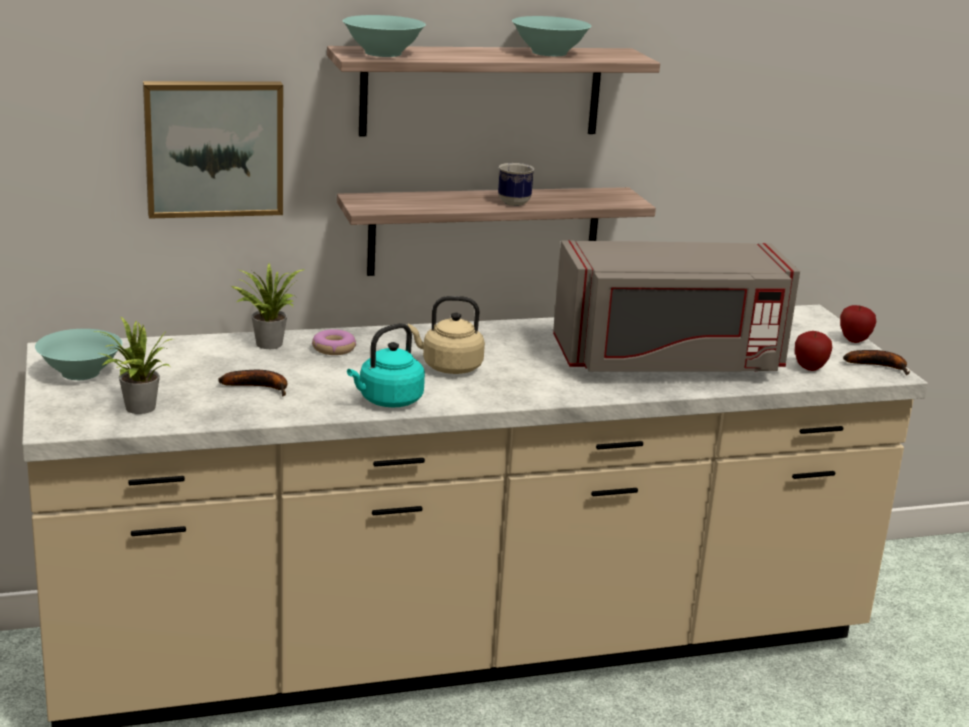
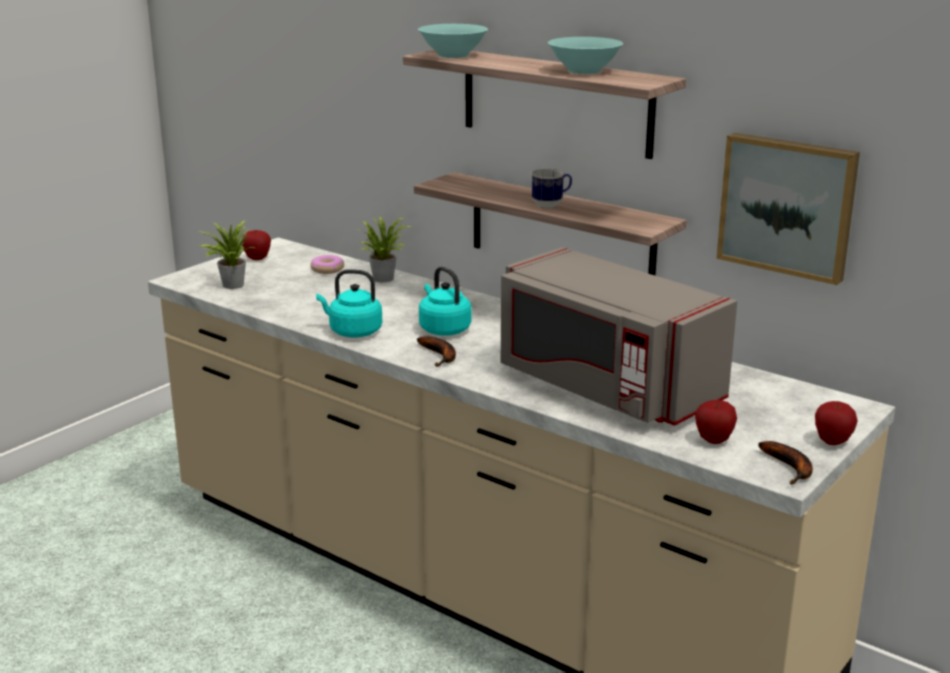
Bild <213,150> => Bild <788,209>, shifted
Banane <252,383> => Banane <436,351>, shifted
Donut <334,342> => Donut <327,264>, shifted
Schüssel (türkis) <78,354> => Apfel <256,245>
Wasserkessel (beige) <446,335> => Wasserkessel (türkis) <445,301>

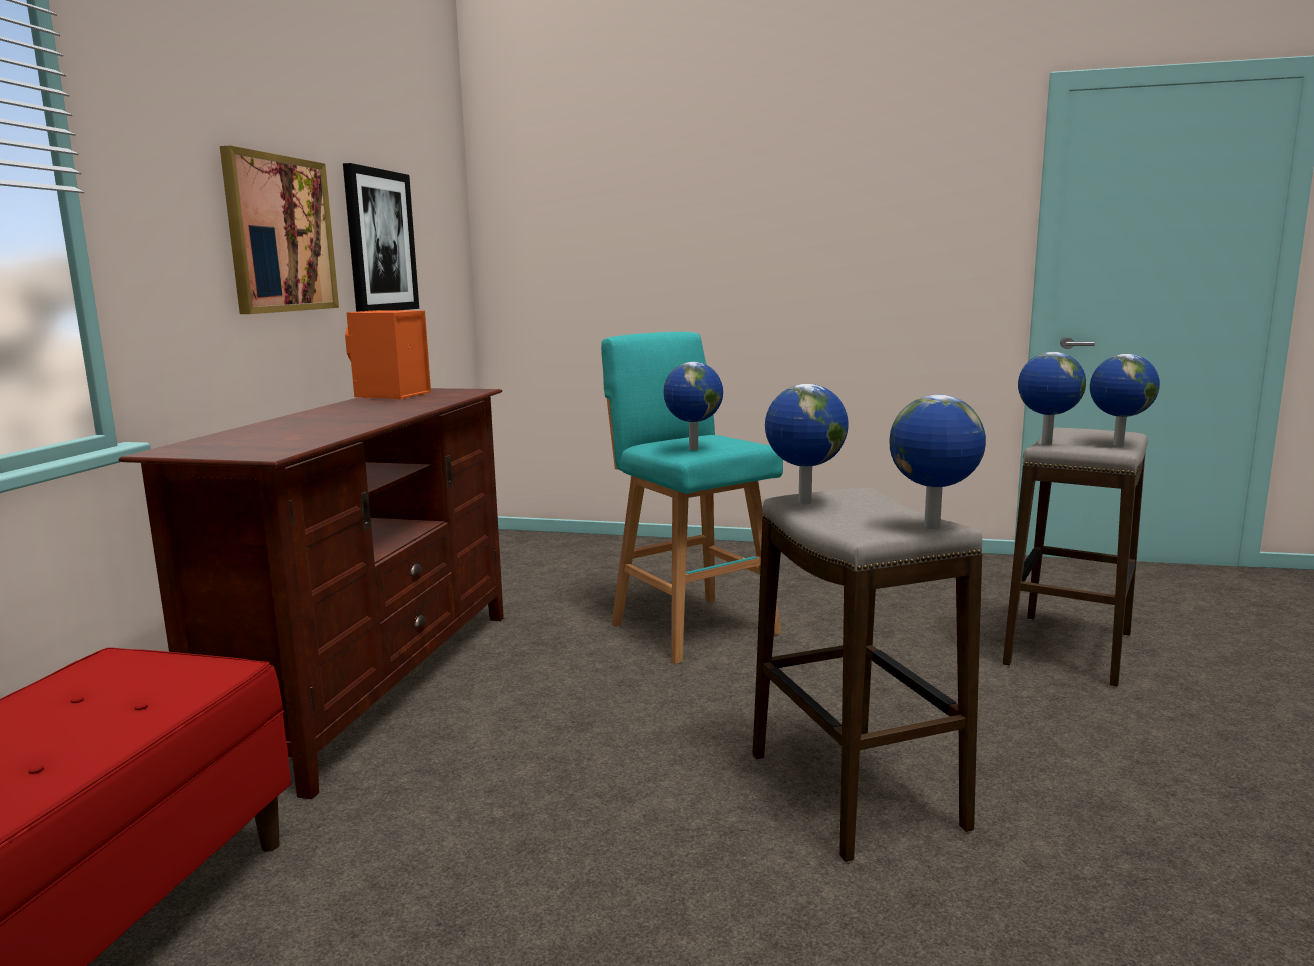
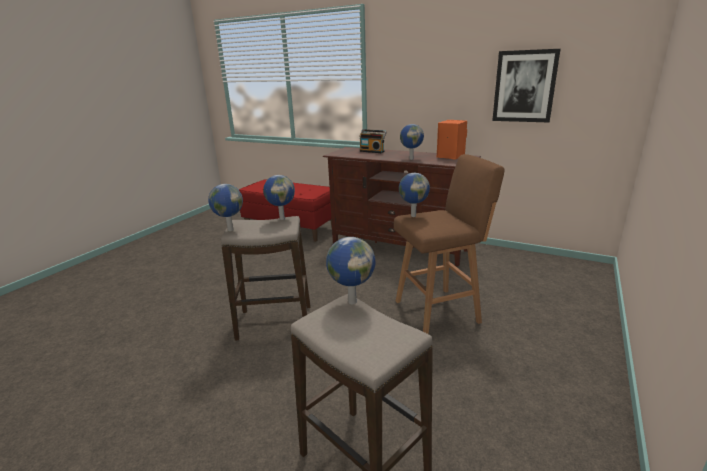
Bild <279,230> => nothing
nothing => Radio <373,141>
Globus <1125,400> => Globus <412,142>, shifted
Hocker (türkis) <692,498> => Hocker (braun) <449,244>

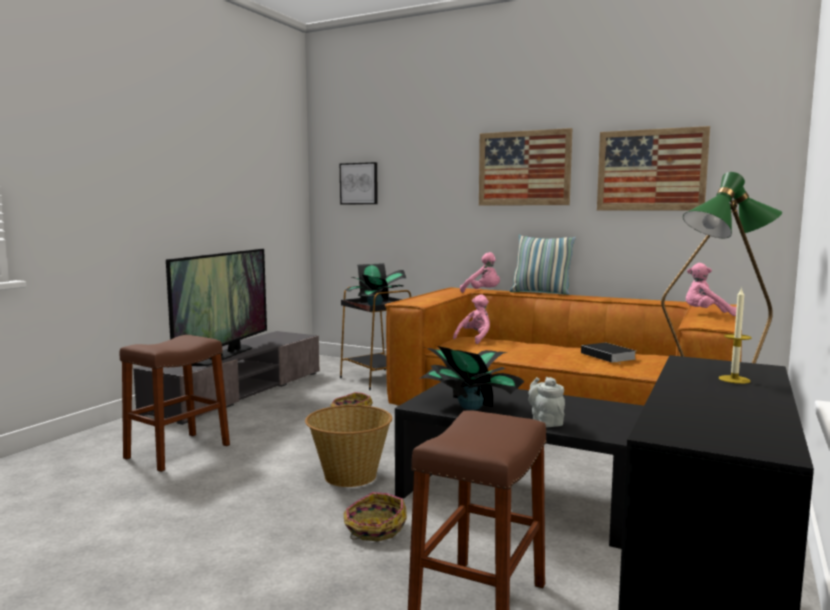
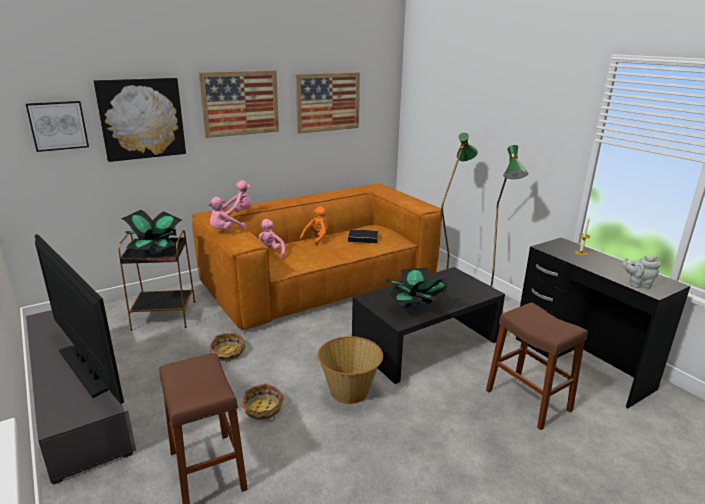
Kissen <543,265> => nothing
nothing => Bild <139,120>
nothing => Plüschtier (orange) <314,225>
Korb <375,516> => Korb <262,402>, shifted
Teekanne (grau) <547,402> => Teekanne (grau) <641,272>, shifted
Plüschtier (rosa) <711,289> => Plüschtier (rosa) <227,213>, shifted

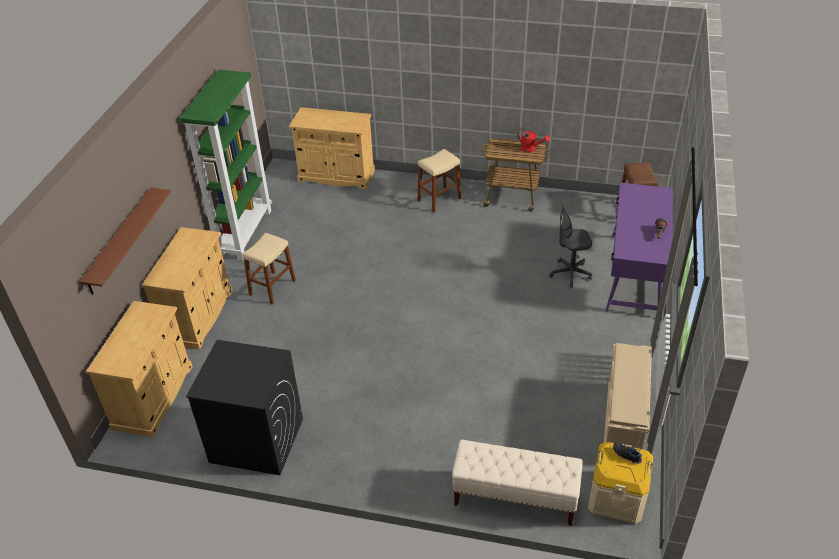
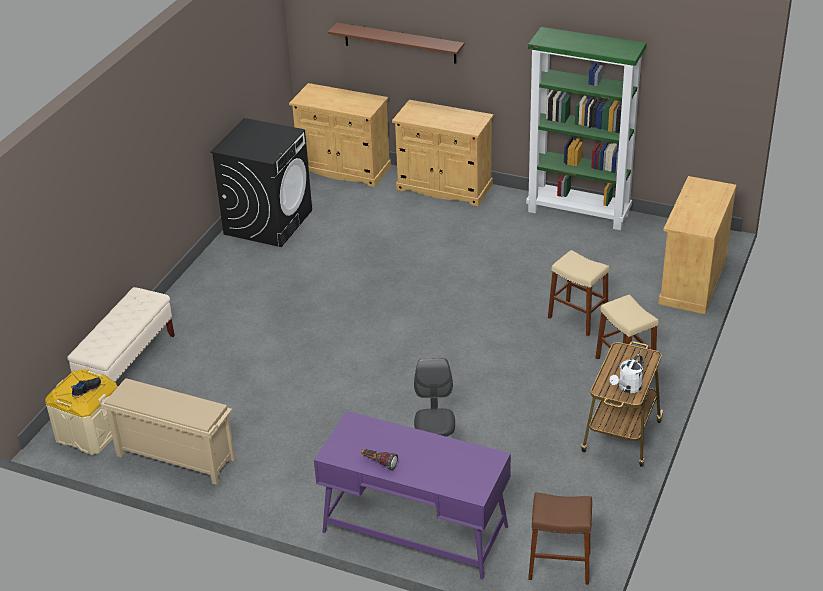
Hocker (beige) <269,268> => Hocker (beige) <578,293>, shifted
Gießkanne (rot) <533,140> => Gießkanne (weiß) <626,373>

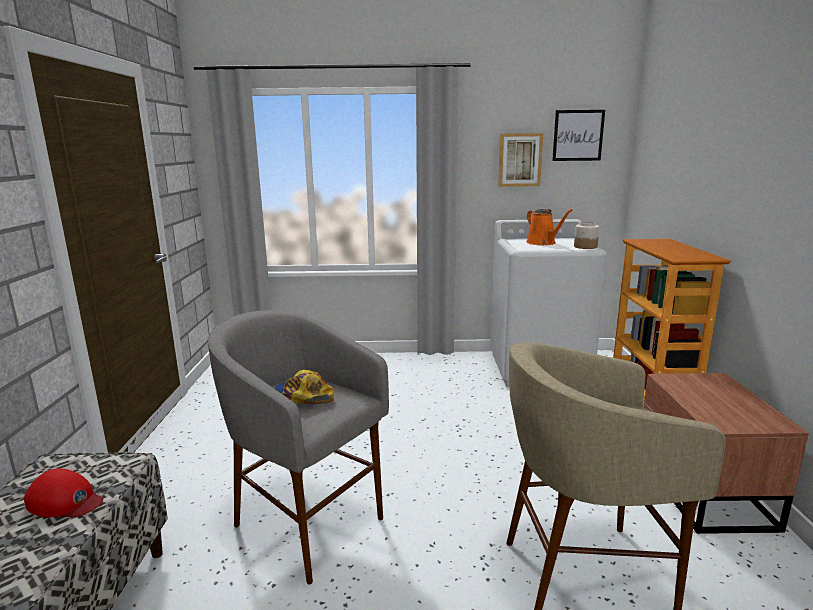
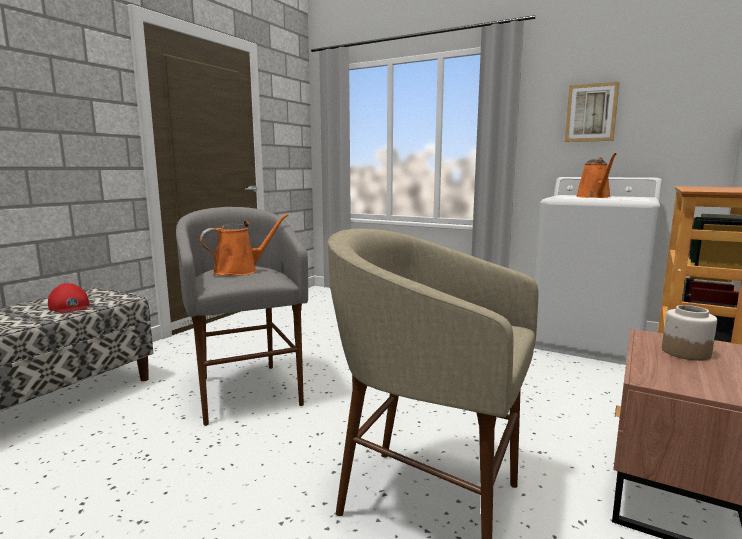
Bild <578,135> => nothing
Vorratsglas <586,235> => Vorratsglas <689,333>, shifted
Kappe <304,387> => Gießkanne (orange) <244,245>

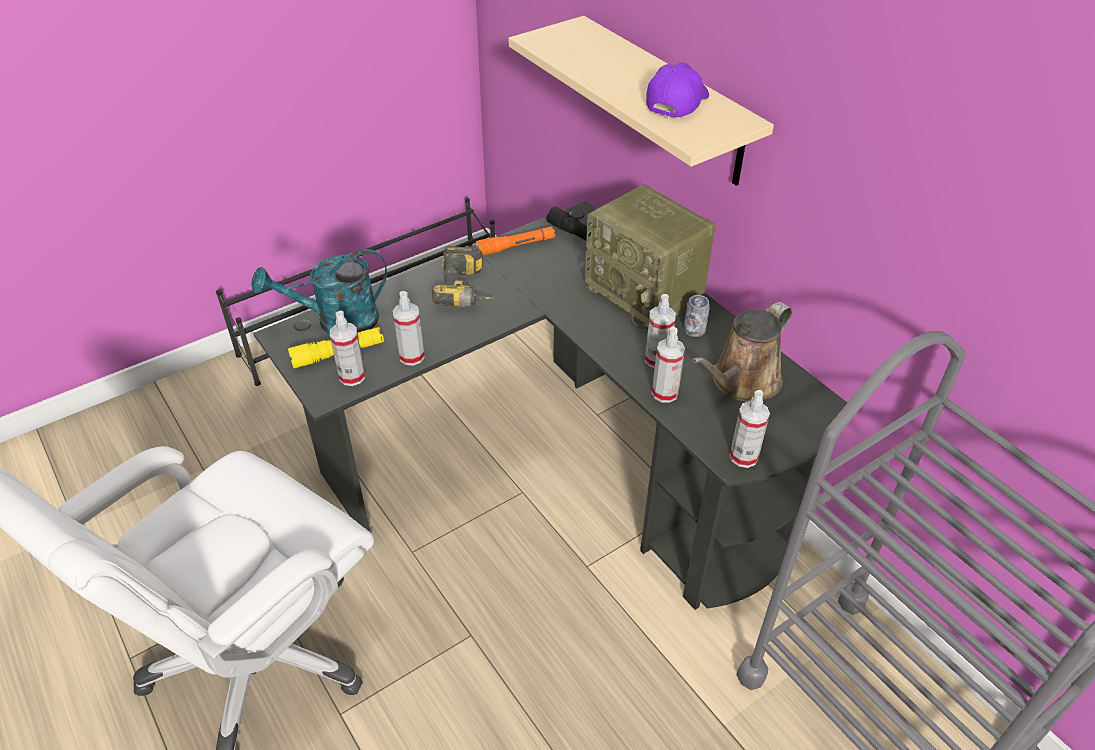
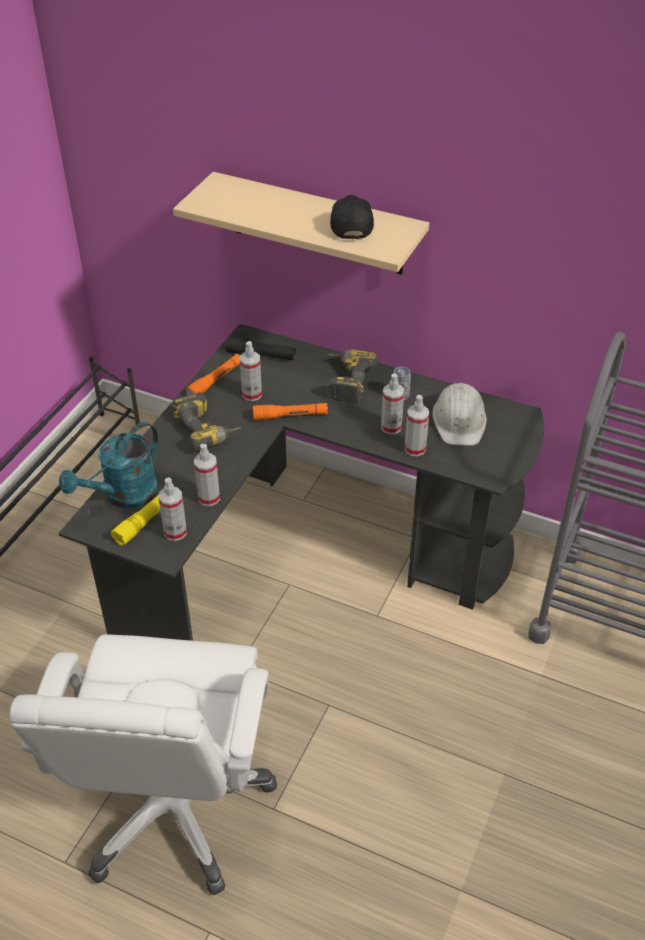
nothing => Taschenlampe (orange) <290,411>
Sprühflasche <750,429> => Sprühflasche <251,371>, shifted
Radio <650,257> => Bohrmaschine <352,376>
Gießkanne (braun) <742,352> => Schutzhelm (weiß) <459,414>
Kappe (lila) <677,89> => Kappe (schwarz) <352,217>

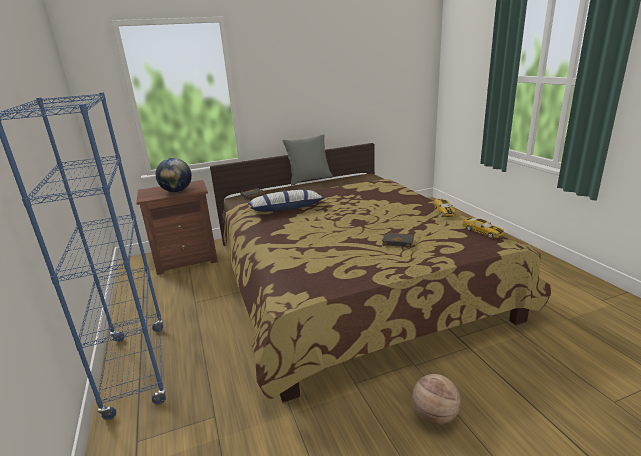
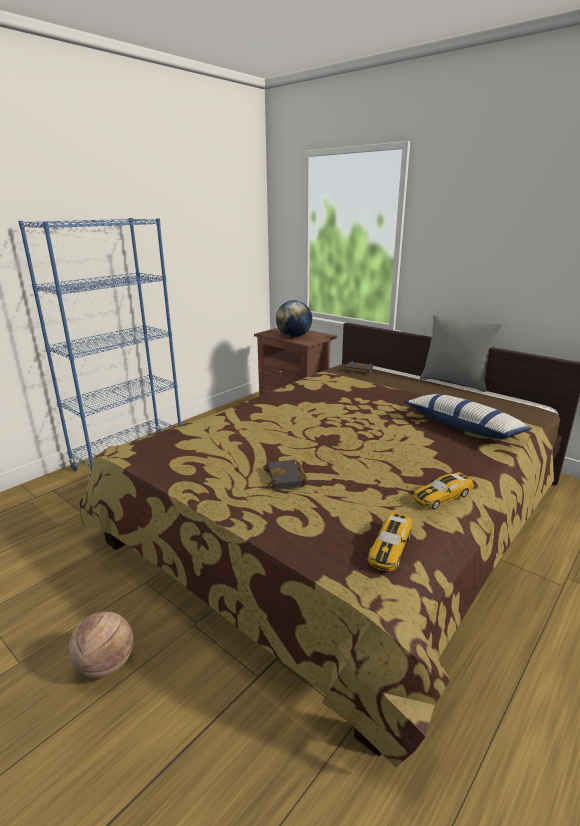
Kissen <286,201> => Kissen <468,416>, shifted

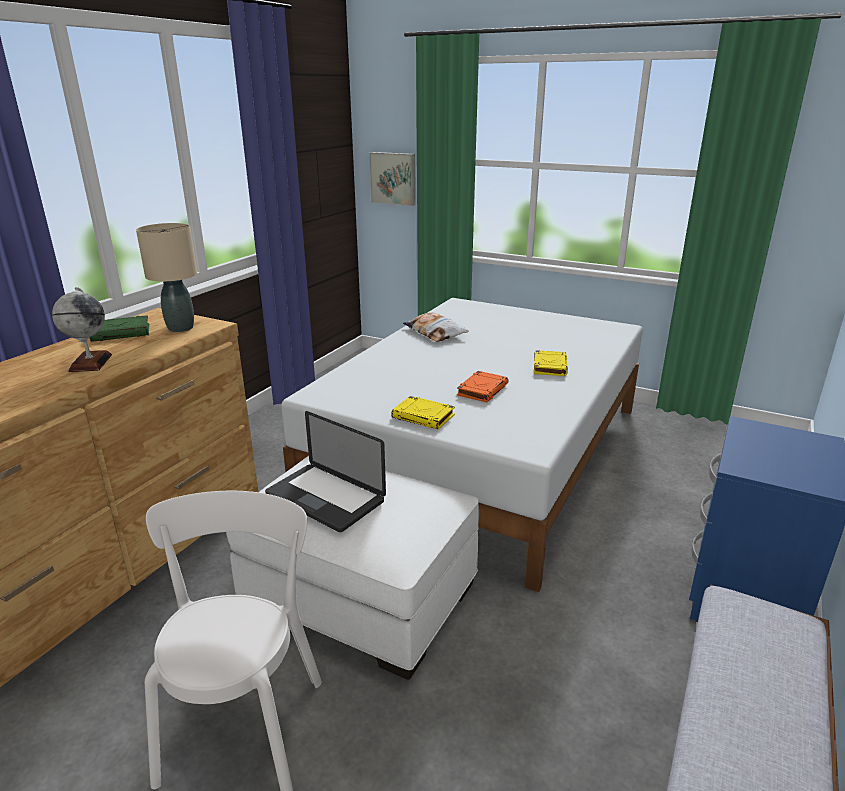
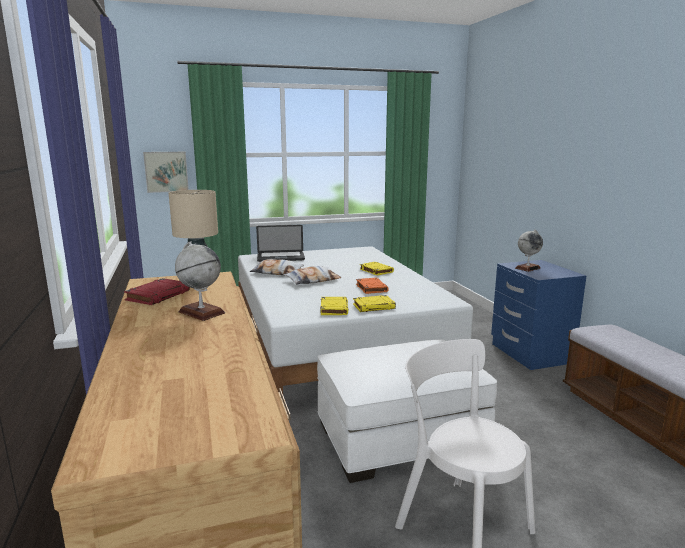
nothing => Kissen <312,275>
nothing => Buch (gelb) <334,306>
nothing => Globus <529,250>
Laptop <325,471> => Laptop <280,243>, shifted
Buch (grün) <119,328> => Buch (rot) <157,291>

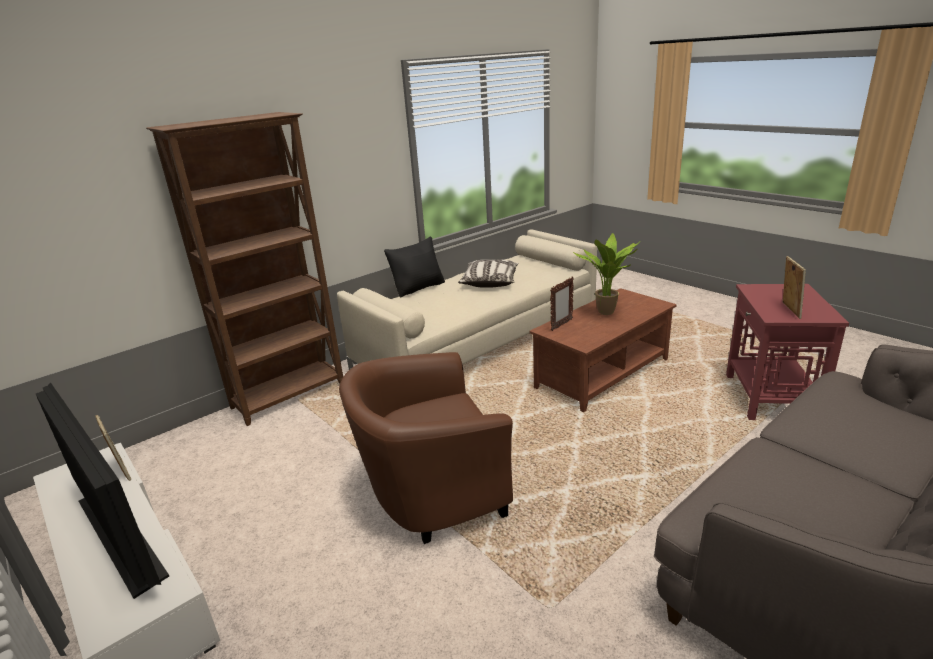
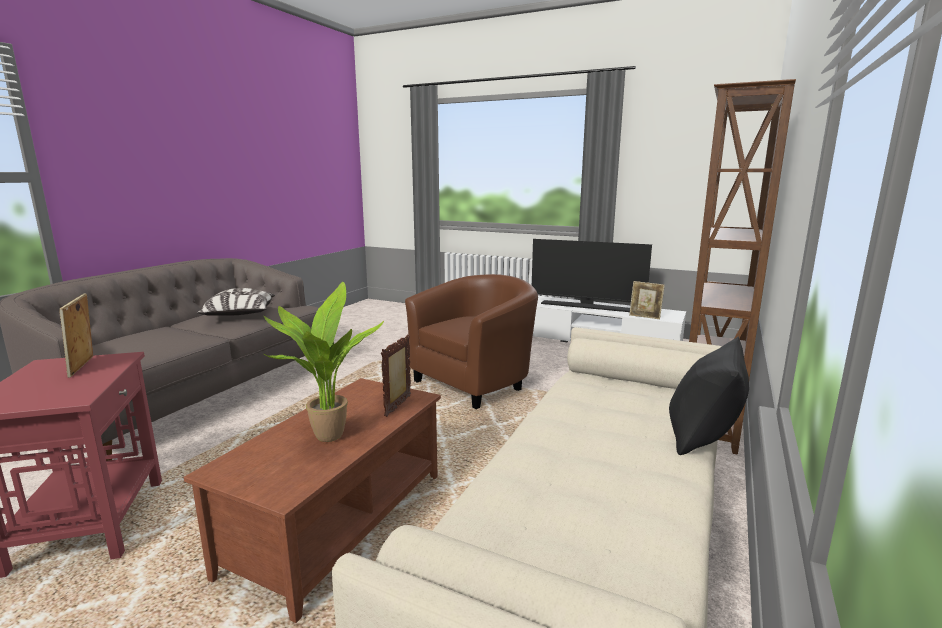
Kissen <488,274> => Kissen <236,302>, shifted

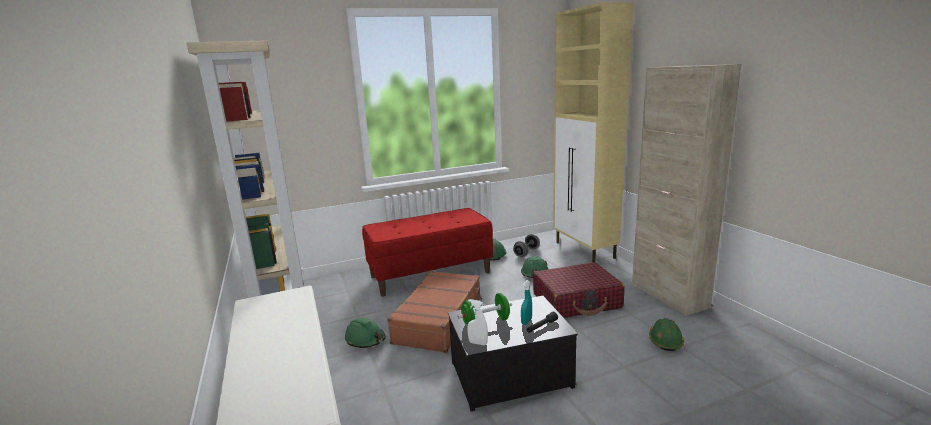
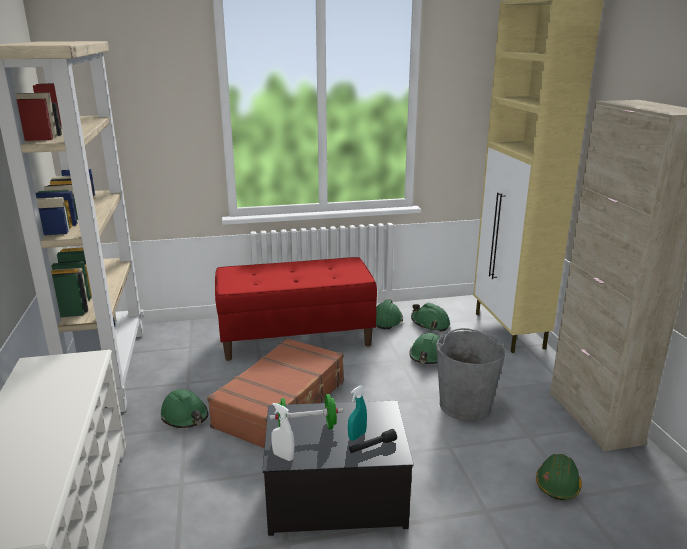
Hantel (grau) <526,245> => Schutzhelm (grün) <430,317>
Koffer (rot) <579,290> => Eimer (grau) <471,374>

